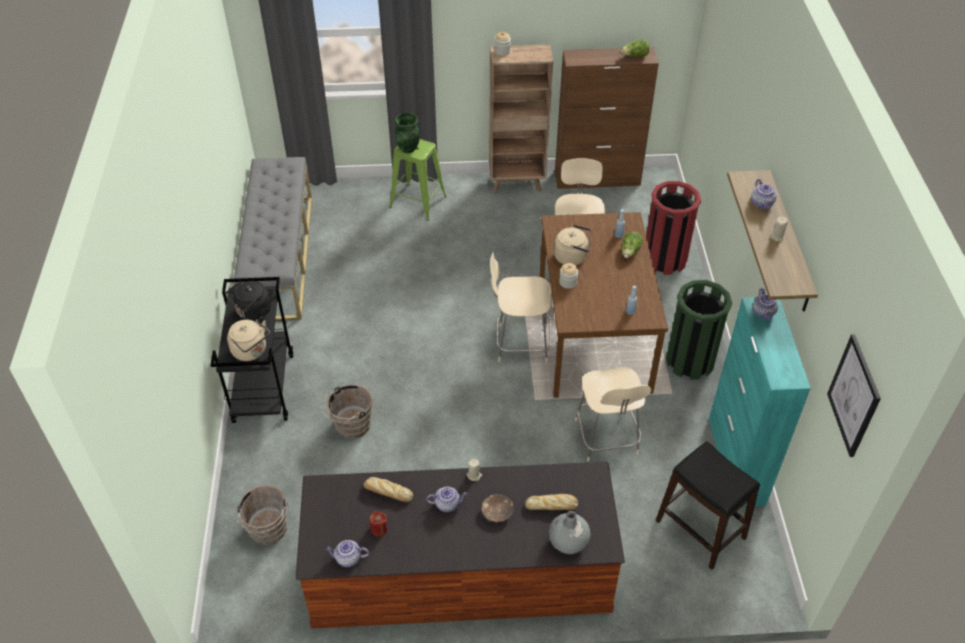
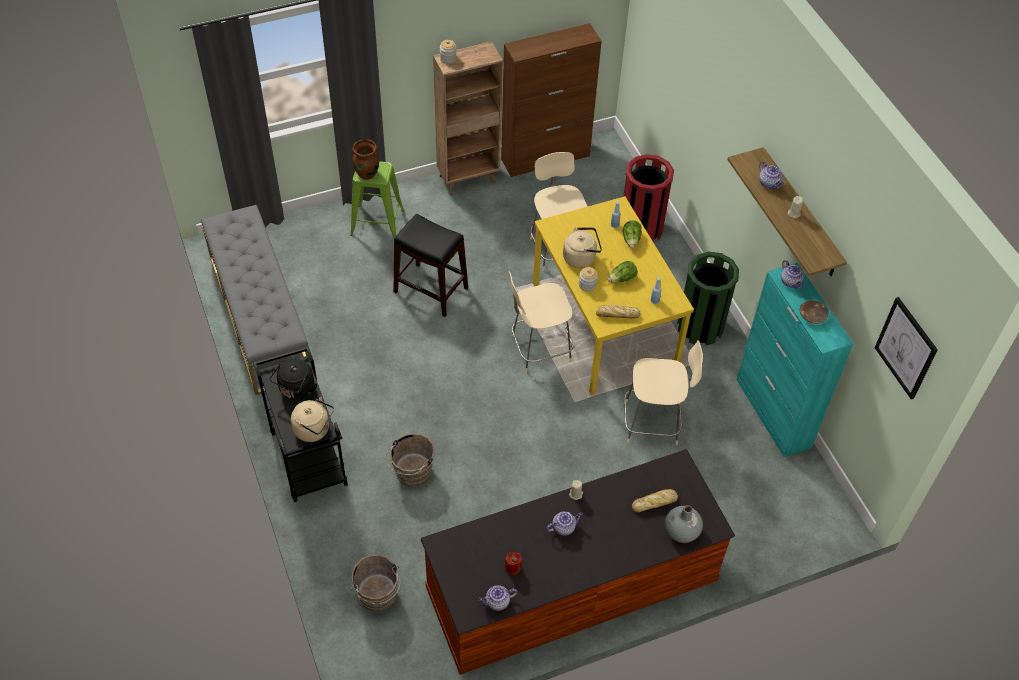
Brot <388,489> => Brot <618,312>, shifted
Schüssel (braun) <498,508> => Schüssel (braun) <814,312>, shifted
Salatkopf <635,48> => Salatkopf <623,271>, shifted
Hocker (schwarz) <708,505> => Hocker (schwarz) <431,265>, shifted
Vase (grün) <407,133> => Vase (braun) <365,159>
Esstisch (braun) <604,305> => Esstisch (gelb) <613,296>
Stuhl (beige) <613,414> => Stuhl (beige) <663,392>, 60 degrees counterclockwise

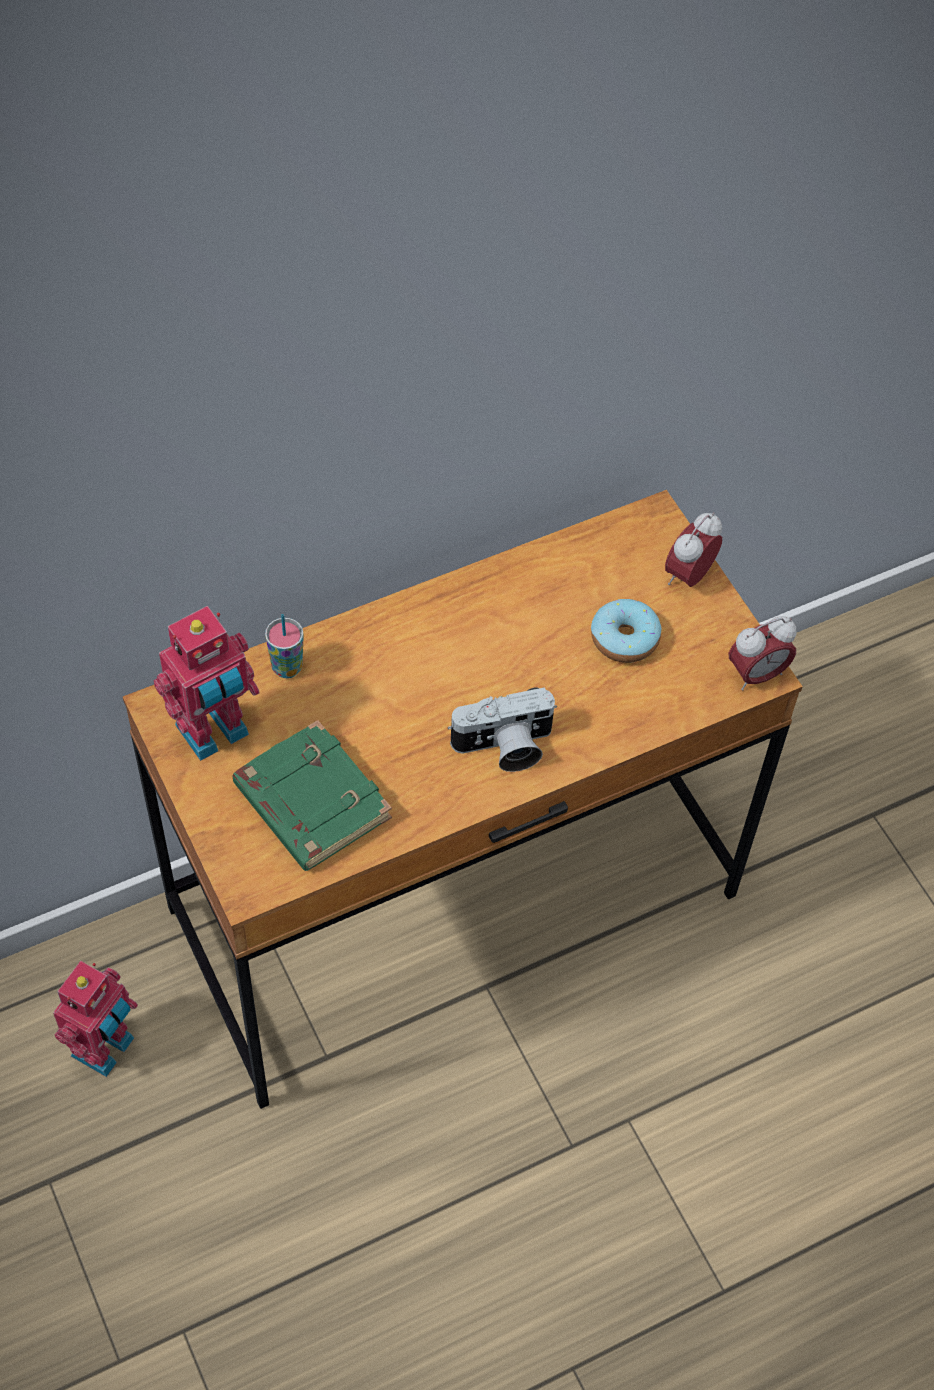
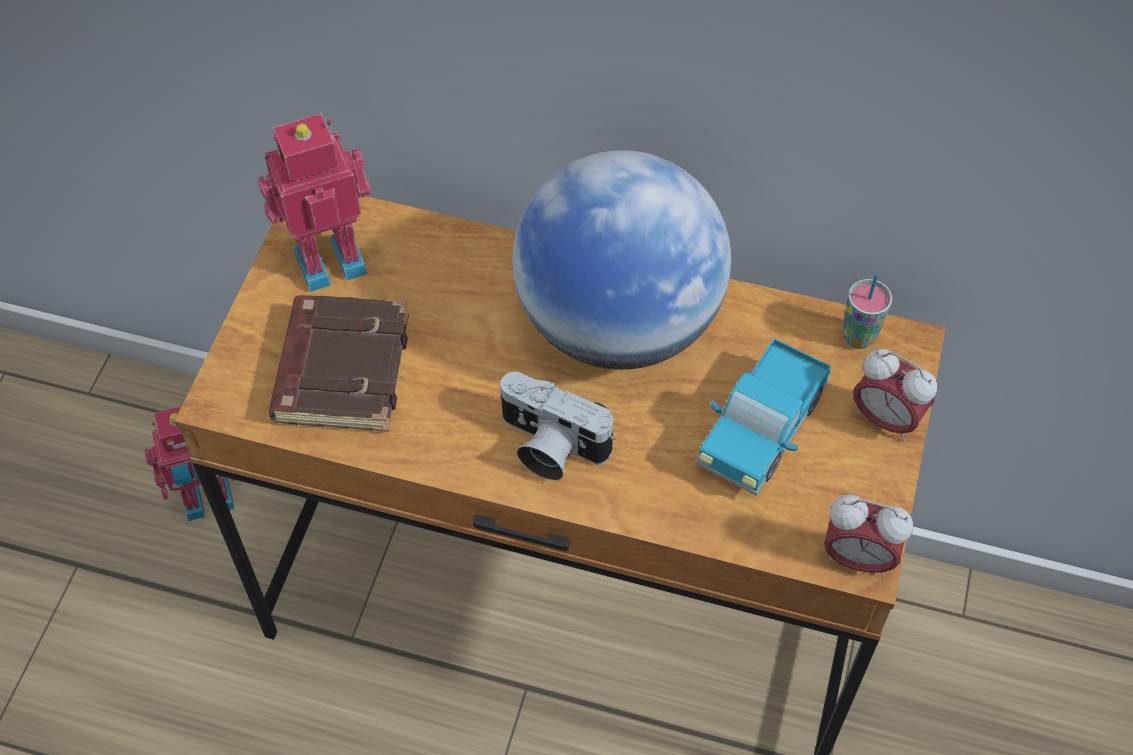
nothing => Globus <621,260>
Tasse <284,646> => Tasse <867,311>, shifted
Donut <626,631> => Spielzeuglaster <763,417>
Buch (grün) <312,795> => Buch (braun) <338,363>
Spielzeugroboter <207,683> => Spielzeugroboter <314,202>, 150 degrees clockwise
Wecker <693,549> => Wecker <895,395>, 135 degrees counterclockwise

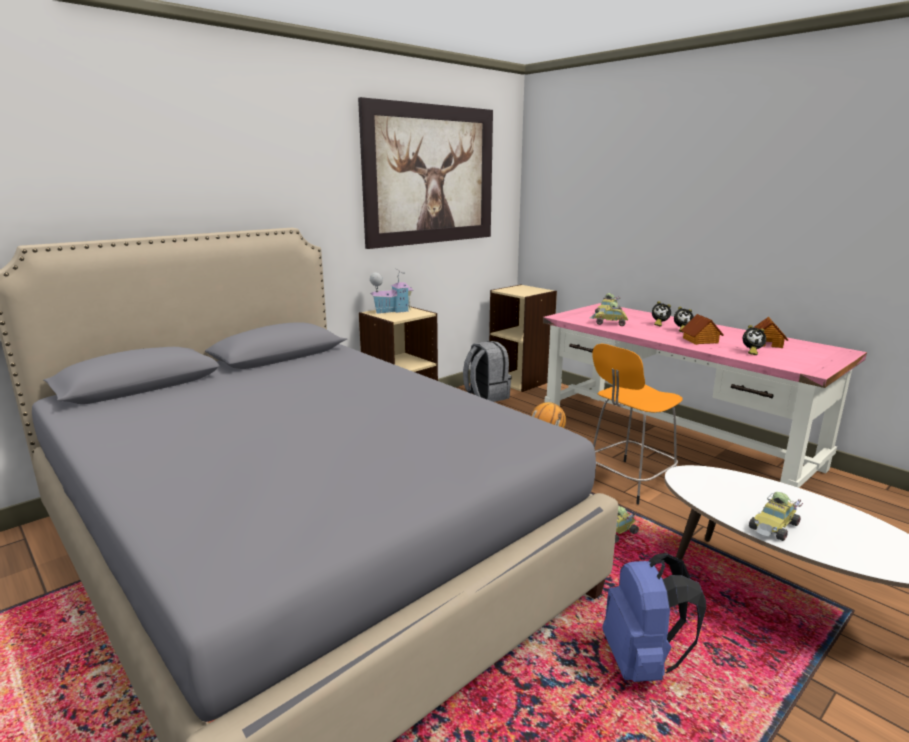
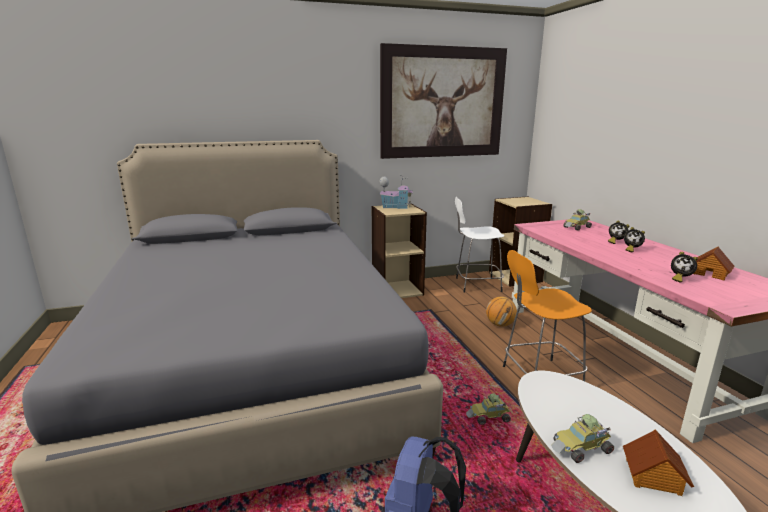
Spielzeugauto <608,314> => nothing
Spielzeughaus <702,329> => Spielzeughaus <658,462>, shifted
Rucksack (grau) <487,371> => Hocker (weiß) <479,245>

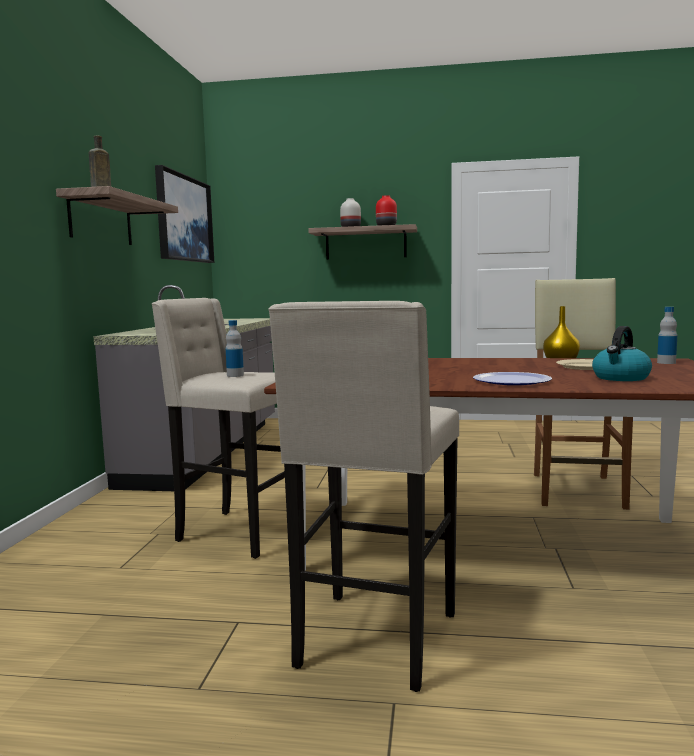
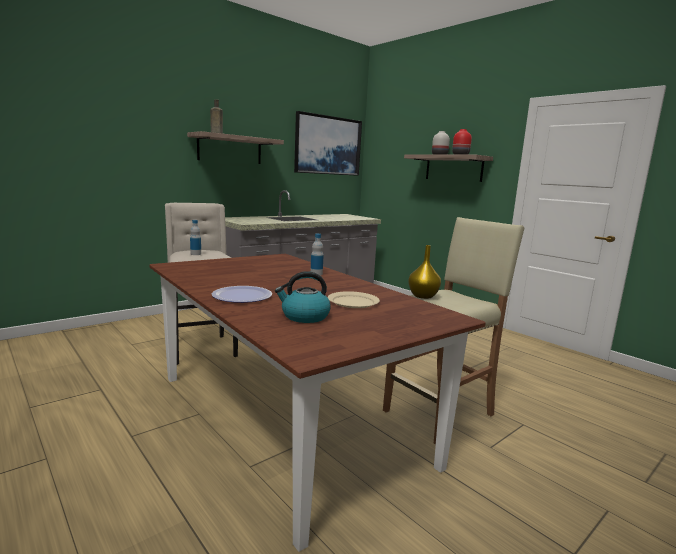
Hocker (beige) <363,496> => nothing
Flasche <667,335> => Flasche <317,255>, shifted

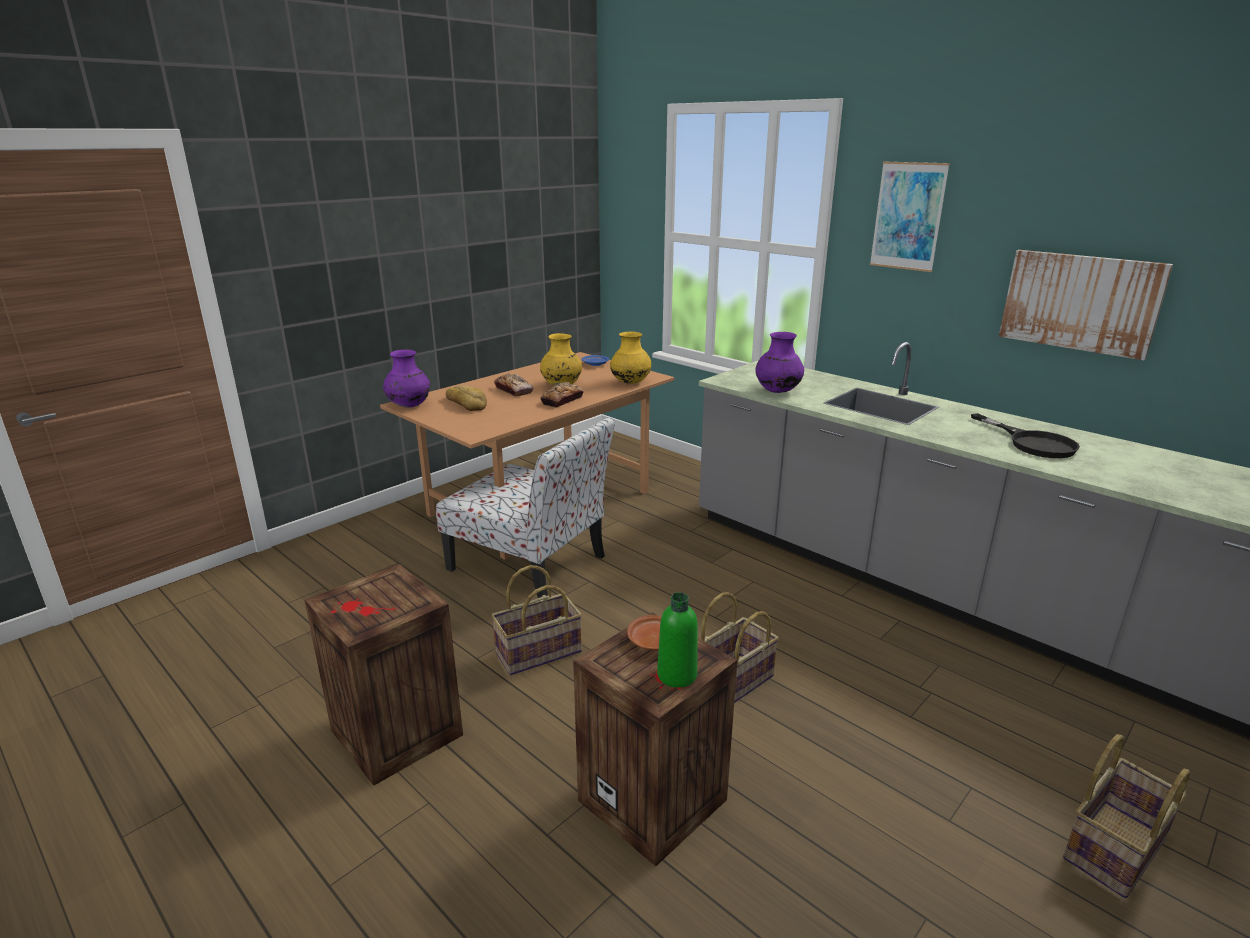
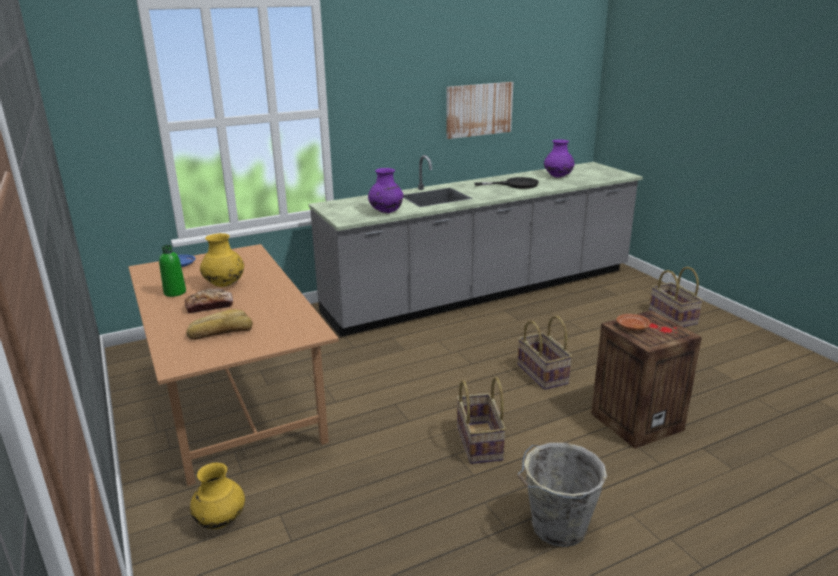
Stuhl <525,507> => nothing
Brot <562,395> => nothing
Bild <910,217> => nothing
Vase (lila) <406,378> => Vase (lila) <559,159>, shifted
Vase (gelb) <630,357> => Vase (gelb) <217,496>, shifted
Flasche (grün) <677,640> => Flasche (grün) <172,271>, shifted
Kiste <383,675> => Eimer (grau) <562,495>

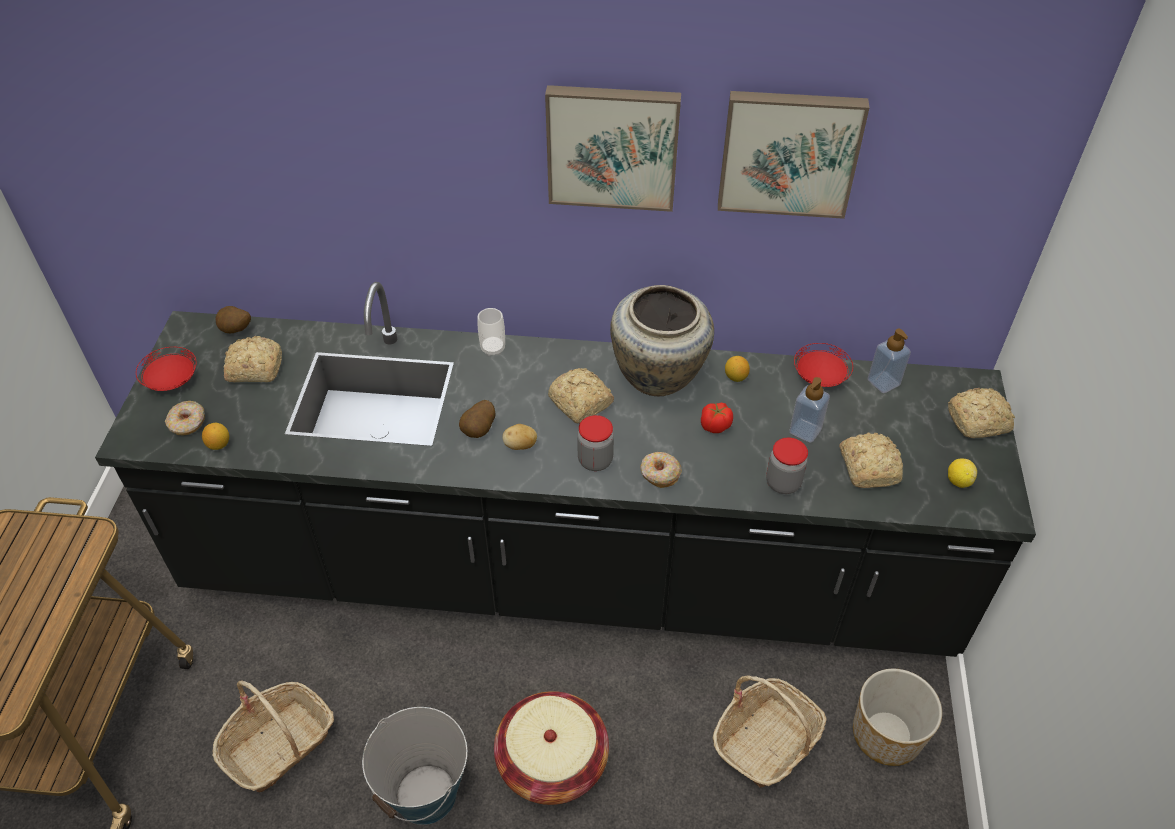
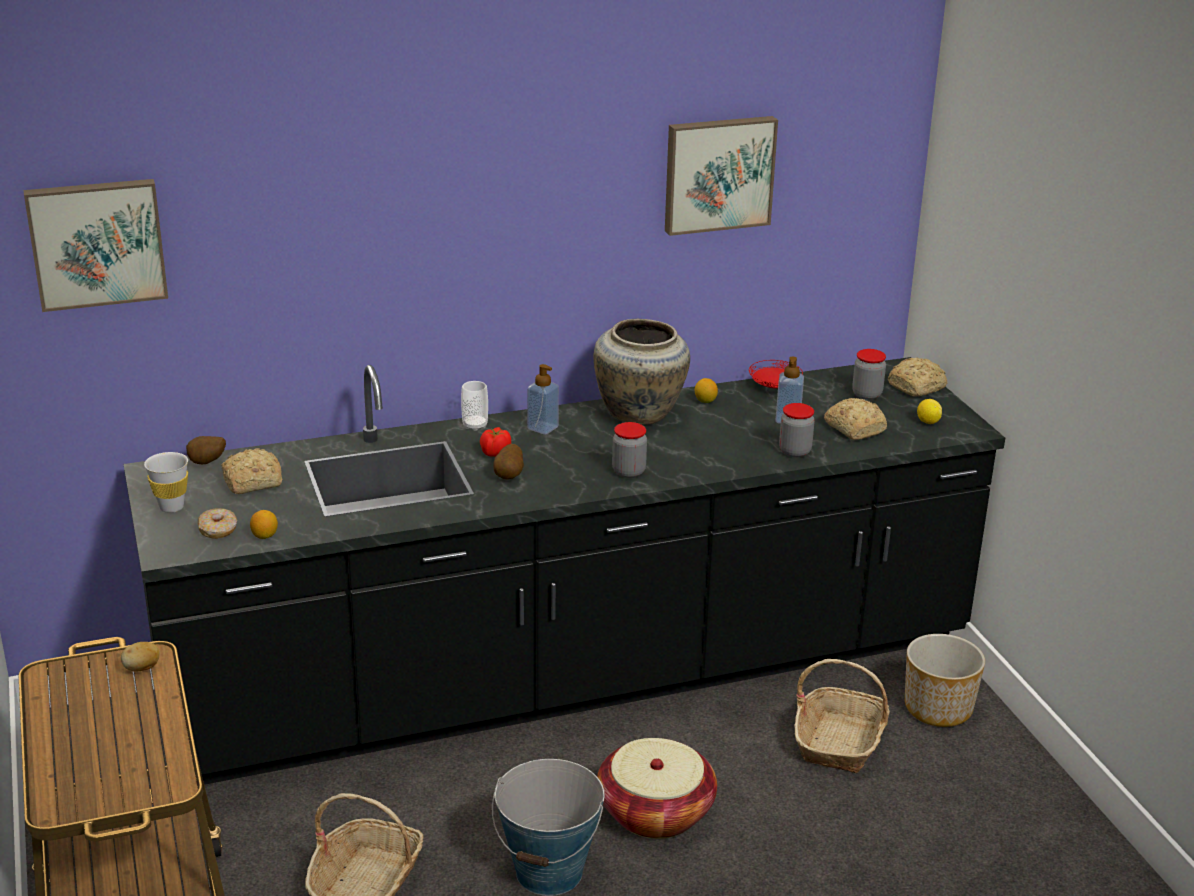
Brot <581,396> => nothing
Donut <661,470> => nothing
nothing => Vorratsglas <869,374>
Kartoffel <519,437> => Kartoffel <140,657>, shifted
Bild <613,148> => Bild <96,245>, shifted
Tomate <717,417> => Tomate <495,442>, shifted
Seifenspender <889,361> => Seifenspender <543,399>, shifted
Teller (rot) <166,369> => Tasse (weiß) <166,482>

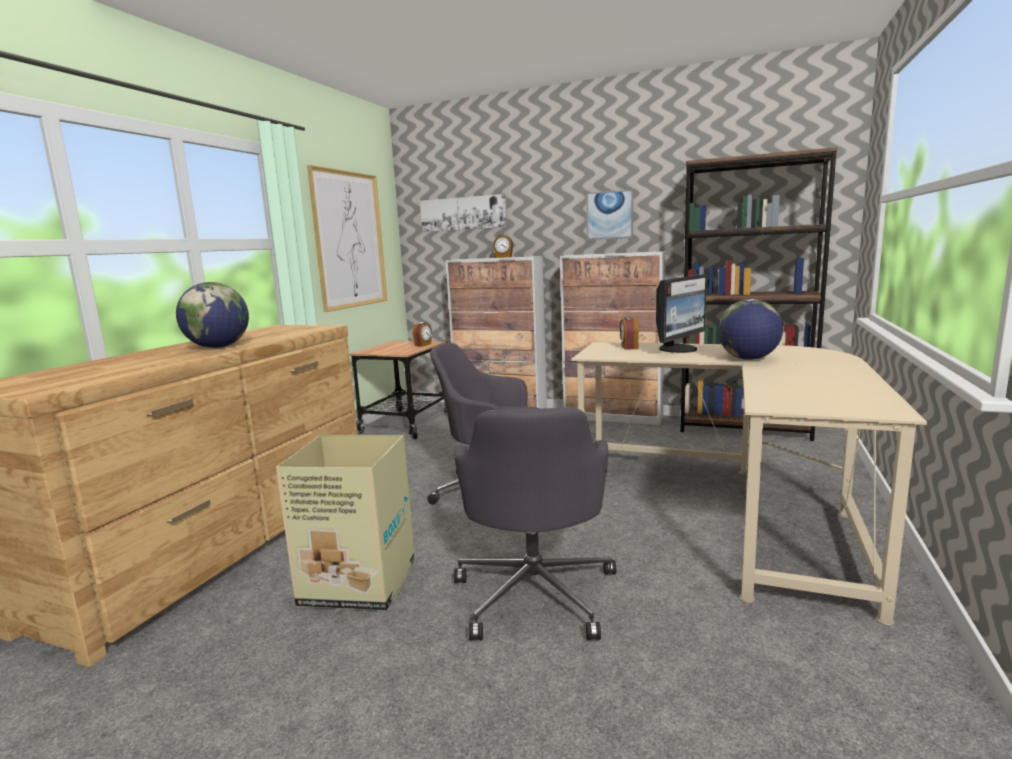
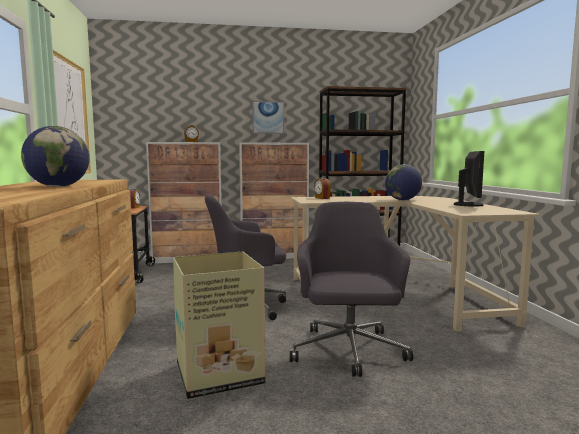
Bild <463,213> => nothing
Monitor <681,313> => Monitor <469,178>, shifted
Bürostuhl (grau) <535,523> => Bürostuhl (grau) <351,289>, 150 degrees counterclockwise

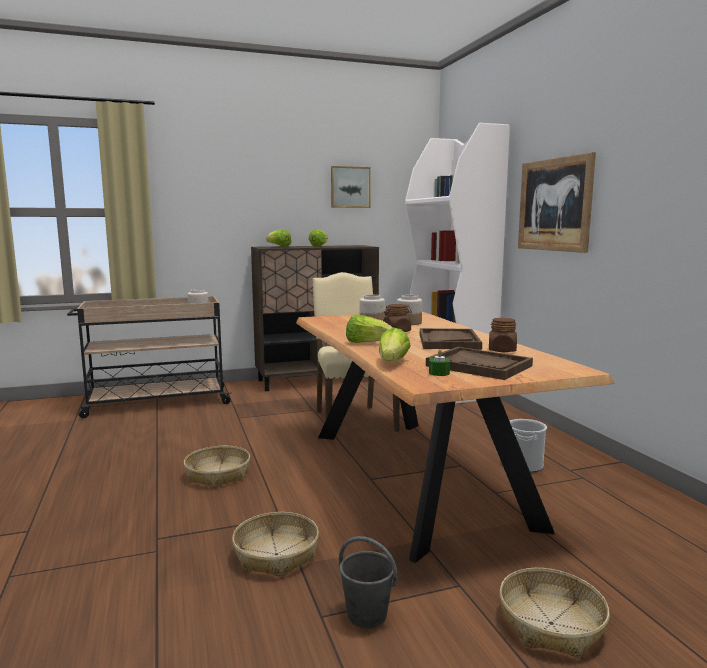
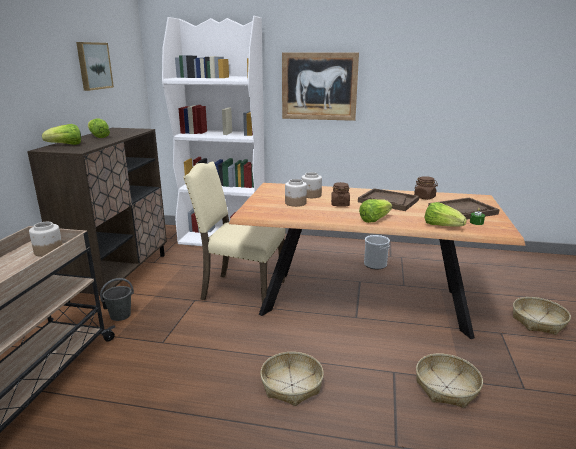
Eimer (grau) <368,582> => Eimer (grau) <117,299>, shifted

